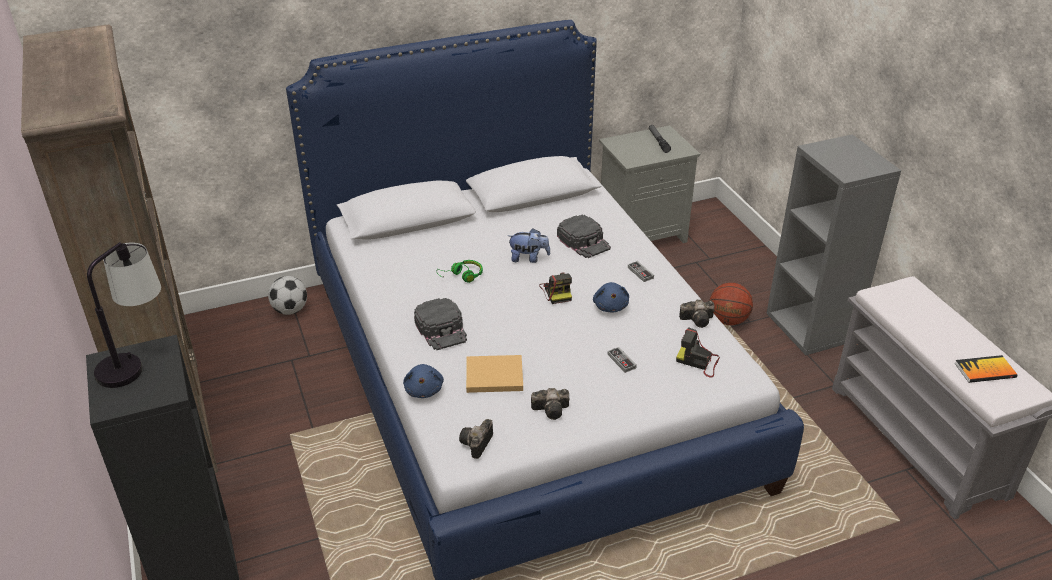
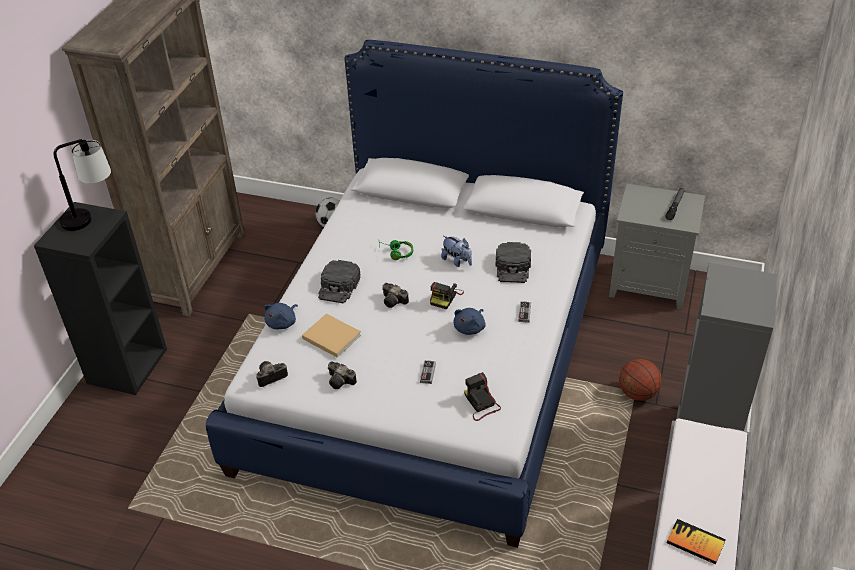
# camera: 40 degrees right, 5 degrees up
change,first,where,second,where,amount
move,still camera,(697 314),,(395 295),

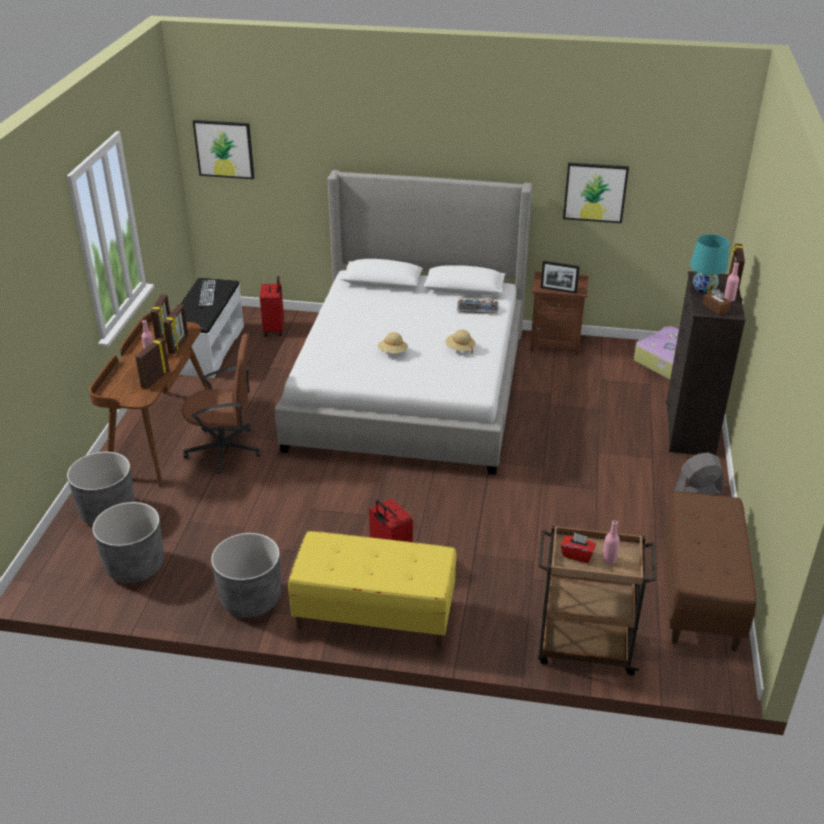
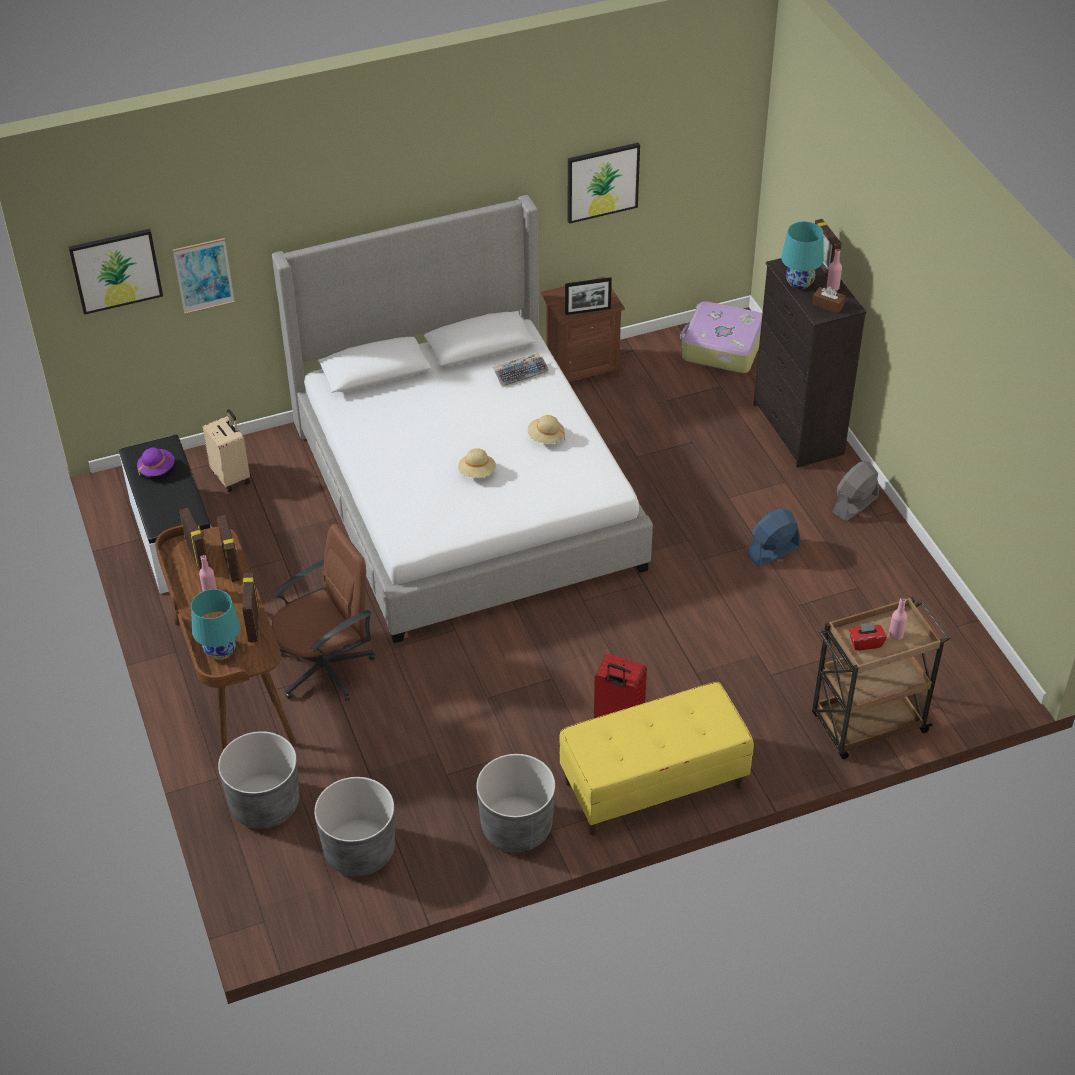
# camera: 30 degrees left, 10 degrees up
change,first,where,second,where,amount
recolor,red piece of luggage,(272 306),beige-coloured piece of luggage,(226 450),
replace,PC keyboard,(207 293),purple hat,(155 462),
delete,brownish indoor bench,(710 571),,,
insert,,,picture,(204 276),
insert,,,bluish electric fan,(774 538),
insert,,,blue-green table lamp,(215 624),

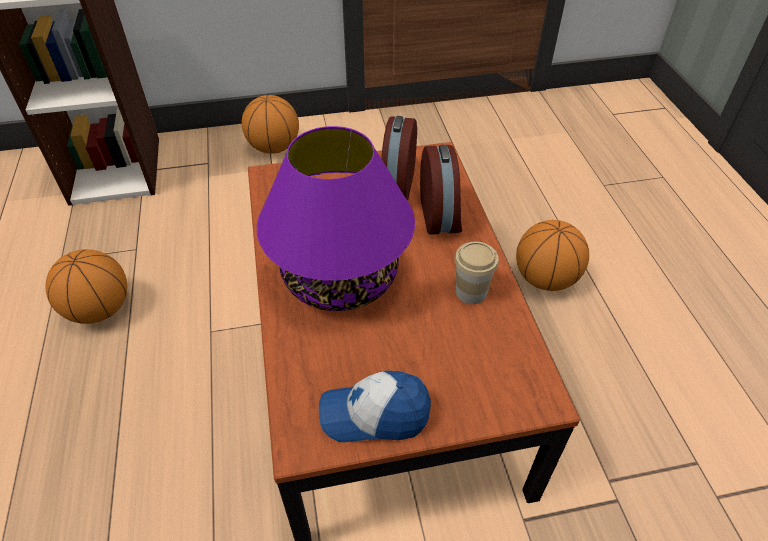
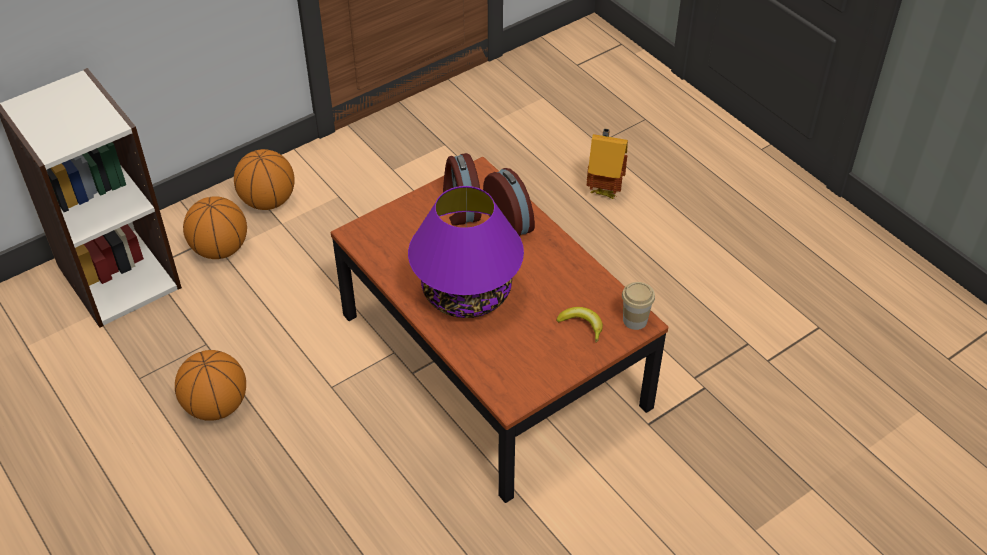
# camera: 25 degrees left, 0 degrees up
change,first,where,second,where,amount
move,basketball,(552 255),,(215 227),
move,small cup,(476 273),,(638 306),
delete,baseball cap,(375 406),,,
insert,,,miniature house,(607 163),
insert,,,banana fruit,(579 325),

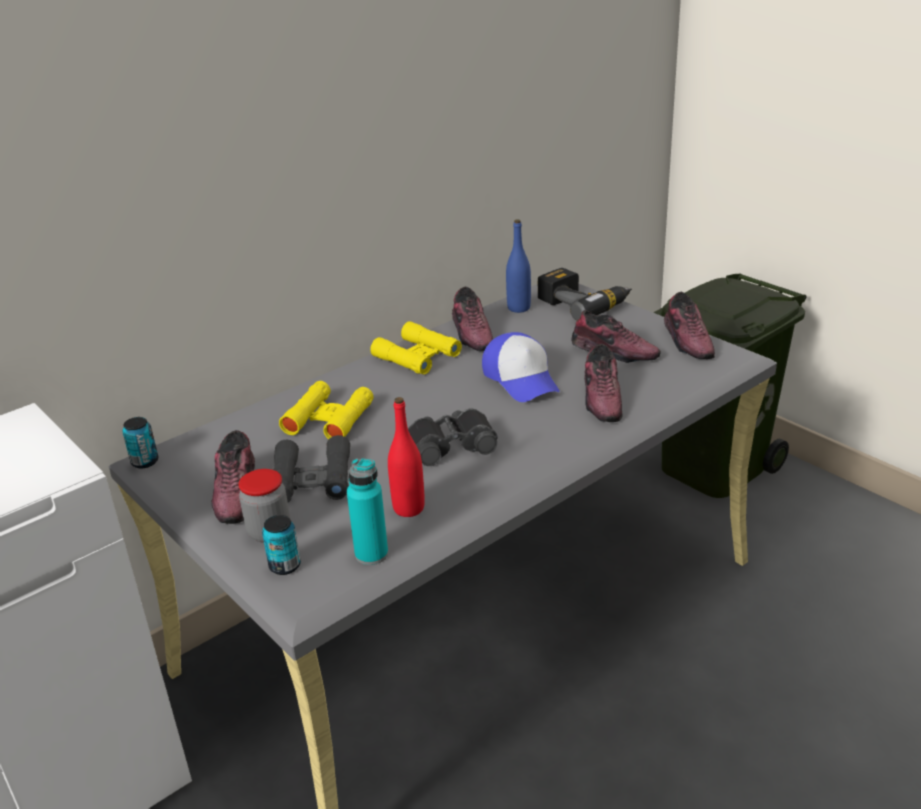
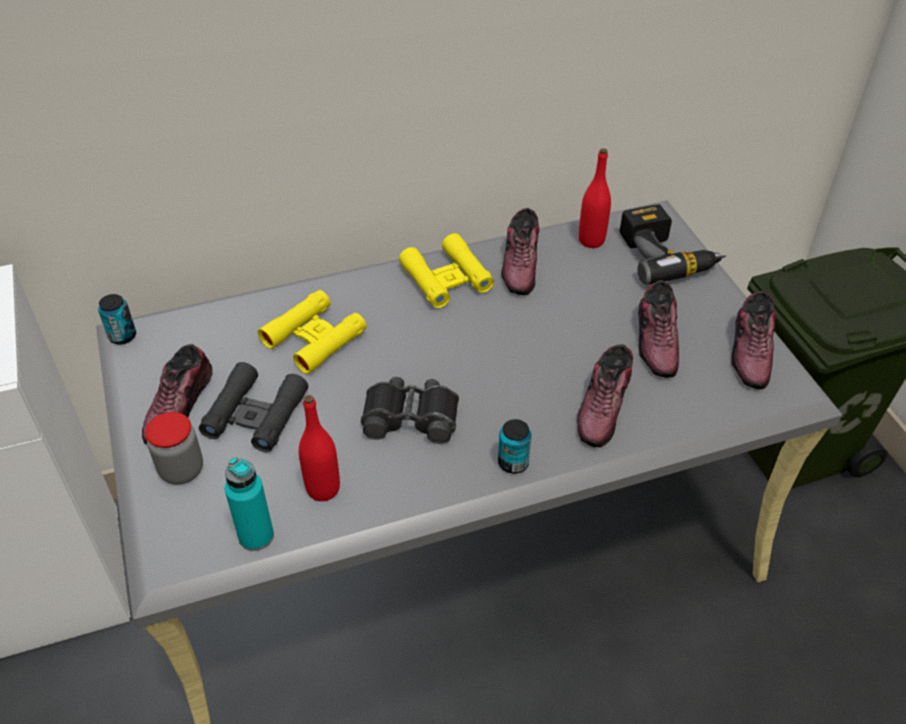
# camera: 20 degrees right, 15 degrees up
change,first,where,second,where,amount
recolor,bluish drink bottle,(518 266),red drink bottle,(595 198),
rotate,item of footwear,(616 336),,(658 329),45 degrees clockwise
delete,baseball cap,(521 367),,,
move,sealed can,(281 545),,(515 446),

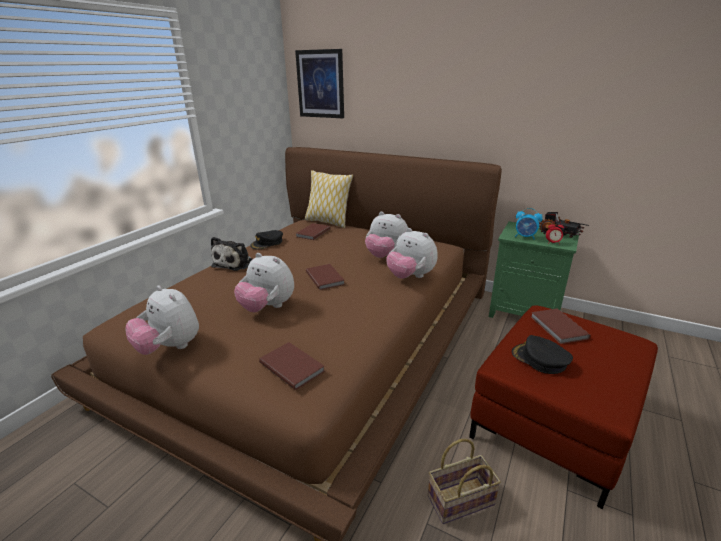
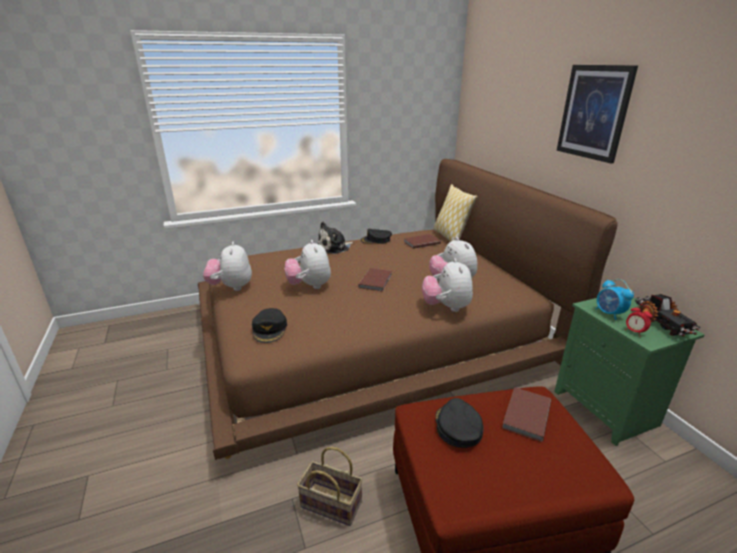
# camera: 40 degrees right, 0 degrees up
change,first,where,second,where,amount
move,picture,(319 83),,(597 114),
replace,brownish book,(292 366),blackish baseball cap,(269 325),

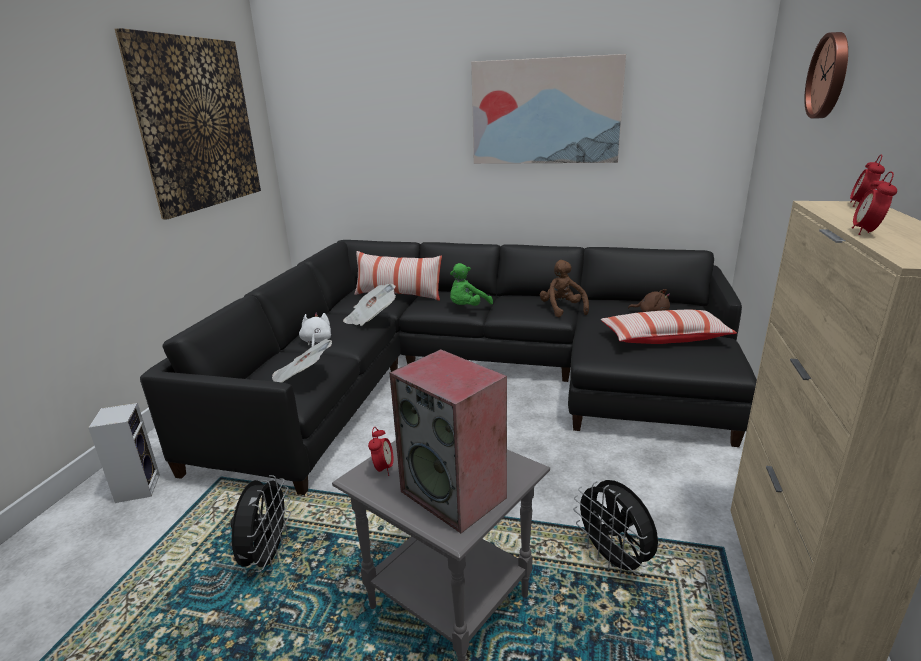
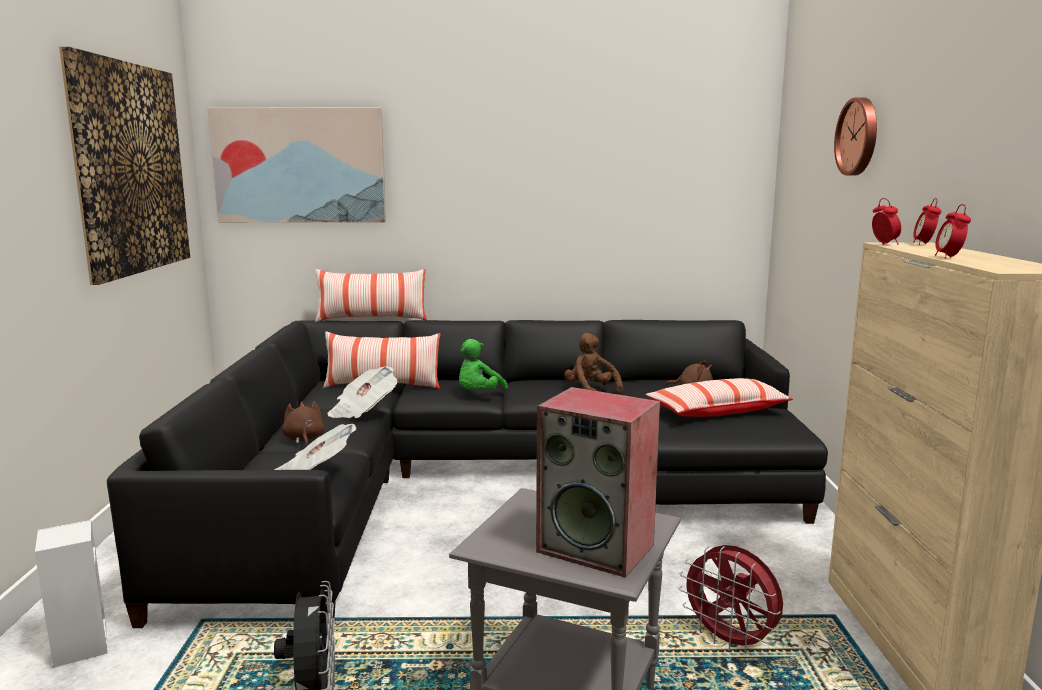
# camera: 15 degrees left, 10 degrees down
change,first,where,second,where,amount
move,picture,(548 109),,(297 165),
recolor,white-coloured cuddly toy,(315 329),brownish cuddly toy,(303 424),
move,alarm clock,(380 451),,(886 221),
recolor,blackish electric fan,(615 528),red electric fan,(731 599),
insert,,,throw pillow,(371 295),

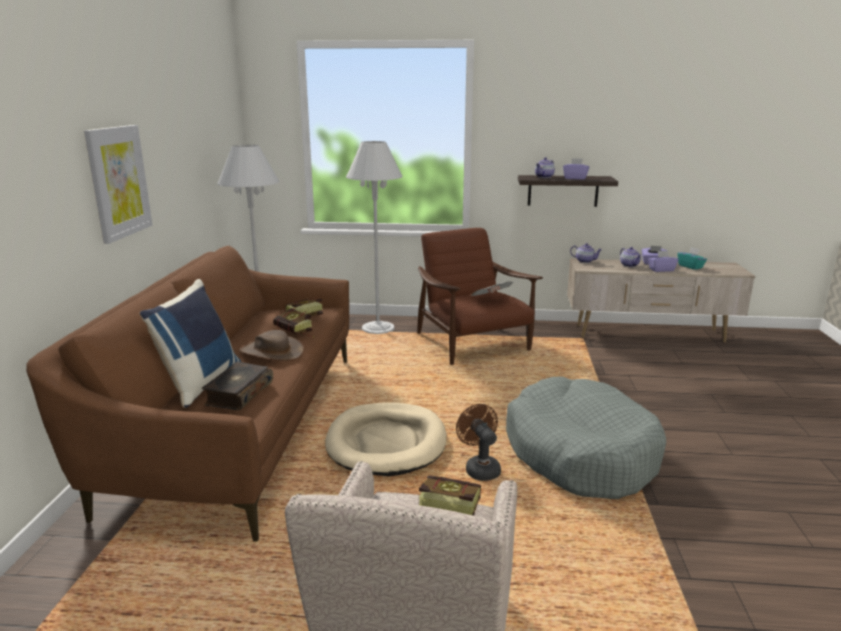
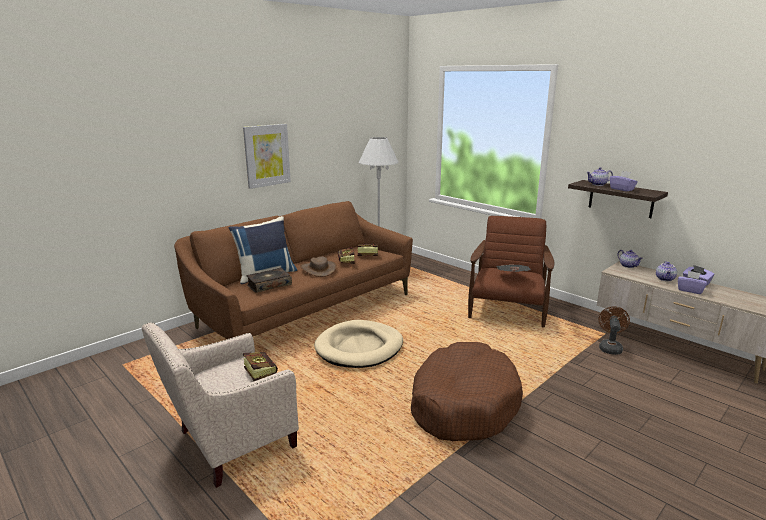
# camera: 40 degrees right, 0 degrees up
change,first,where,second,where,amount
delete,white-coloured floor lamp,(374 237),,,
delete,blue-green tissue box,(692 258),,,
recolor,grey dog cushion,(586 437),brownish dog cushion,(467 391),
move,brownish electric fan,(478 442),,(614 330),

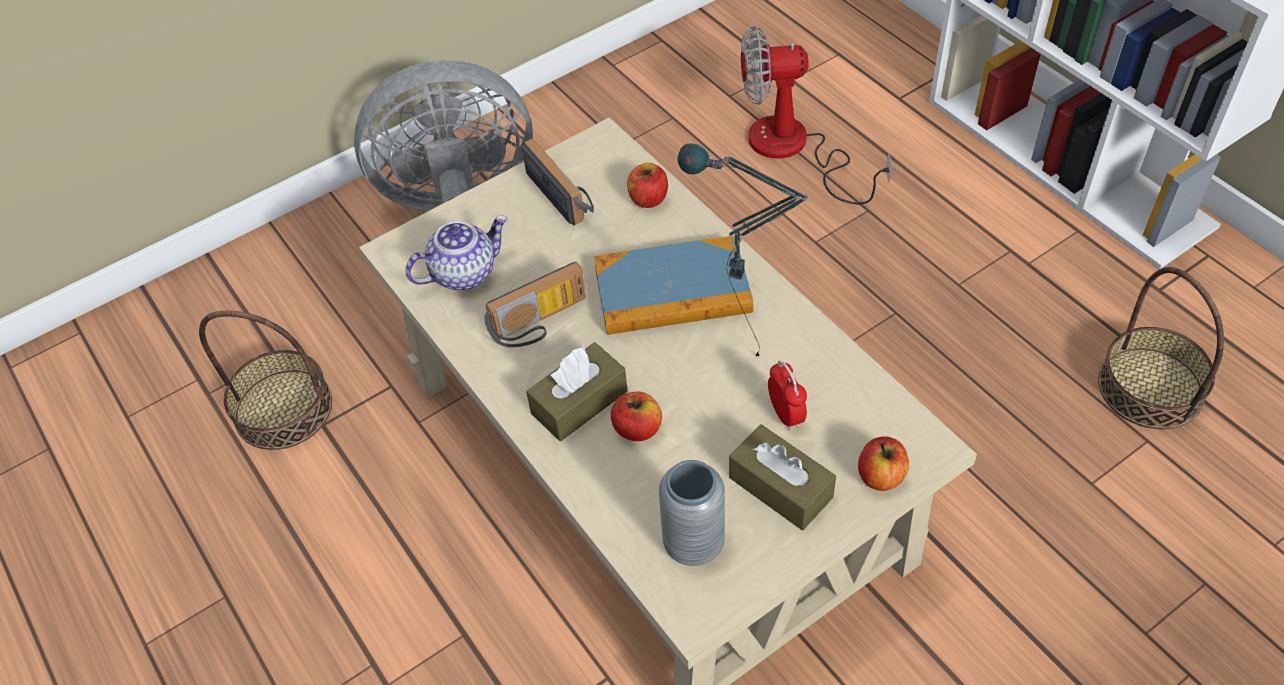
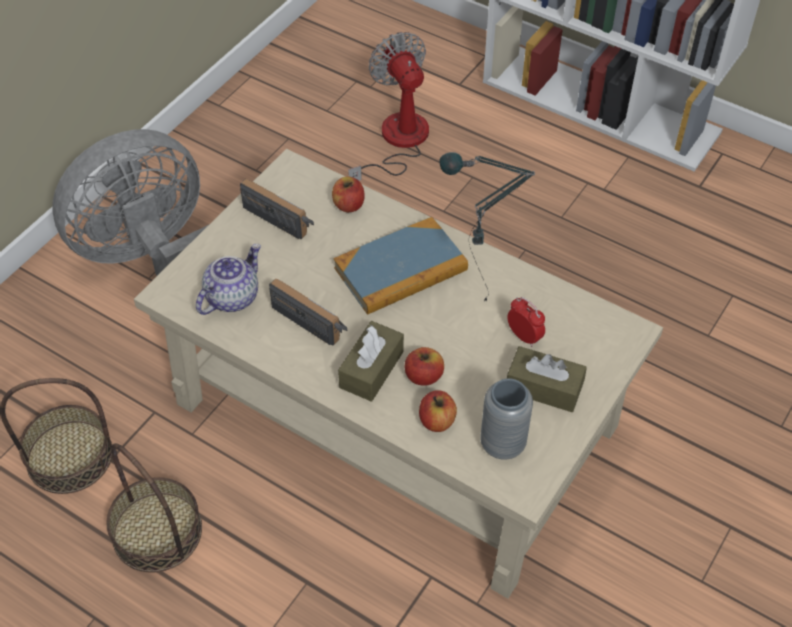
# camera: 25 degrees left, 0 degrees up
change,first,where,second,where,amount
rotate,electric fan,(816 115),,(388 106),90 degrees clockwise
rotate,radio receiver,(535 304),,(308 312),90 degrees counterclockwise
move,basket,(1161 348),,(154 508),
move,apple,(883 463),,(438 411),

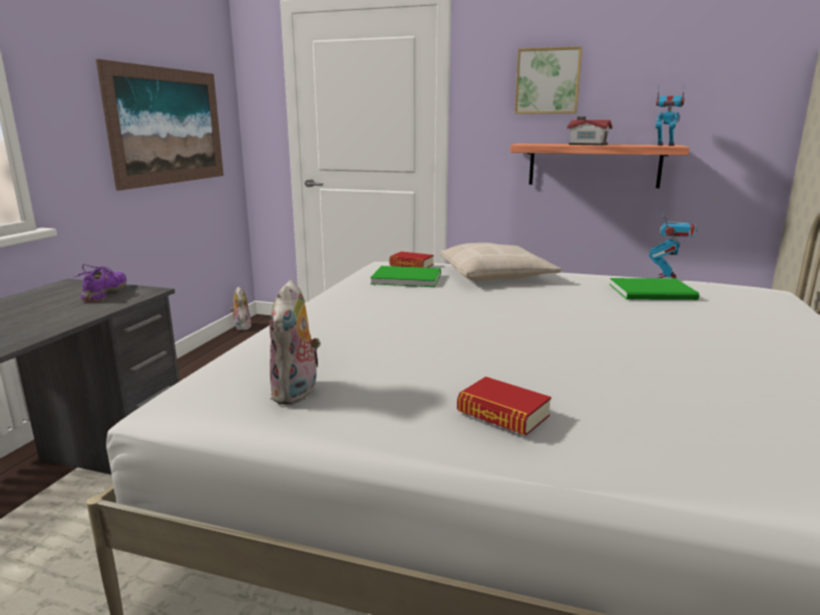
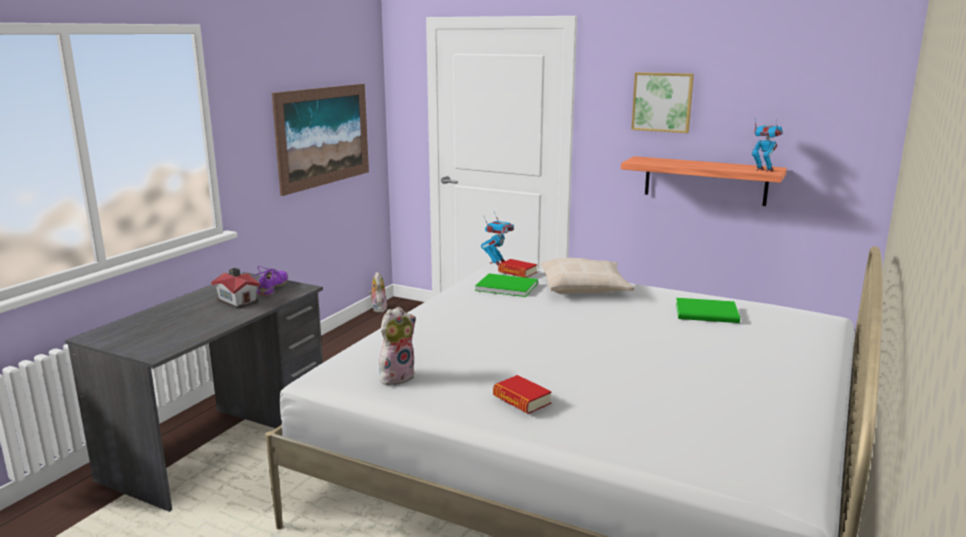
# camera: 10 degrees right, 0 degrees up
change,first,where,second,where,amount
move,miniature house,(589 131),,(235 288),
move,robot figure,(673 243),,(497 239),
rotate,cuddly toy,(295 342),,(397 346),150 degrees counterclockwise

